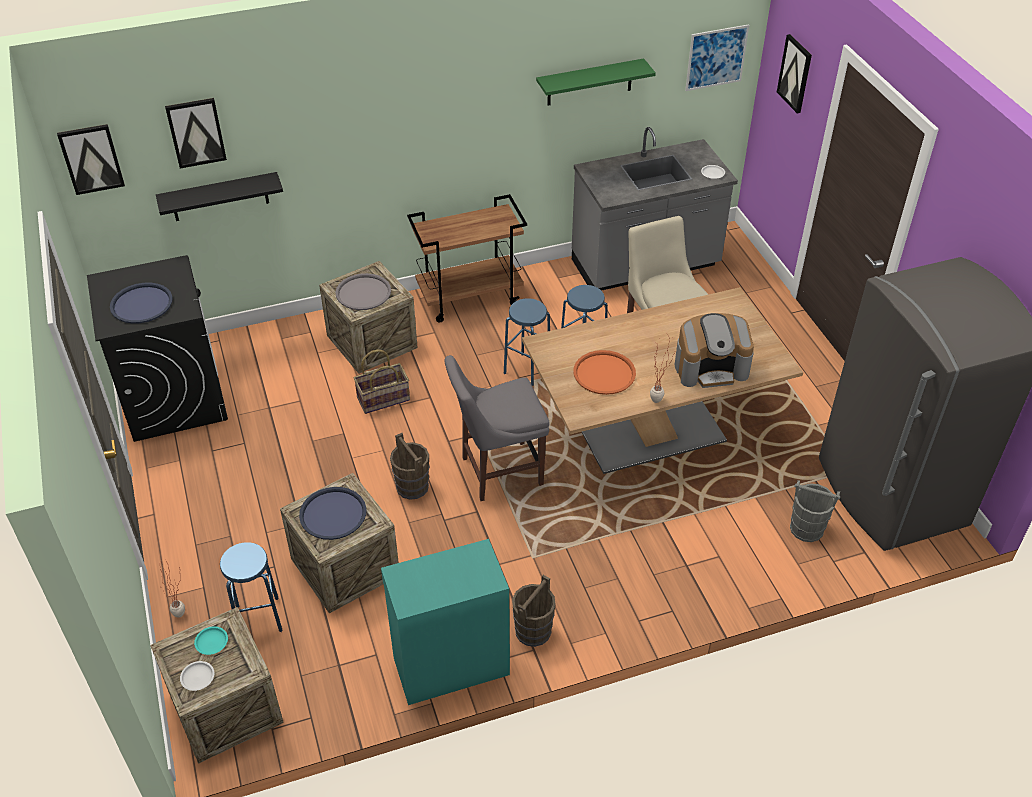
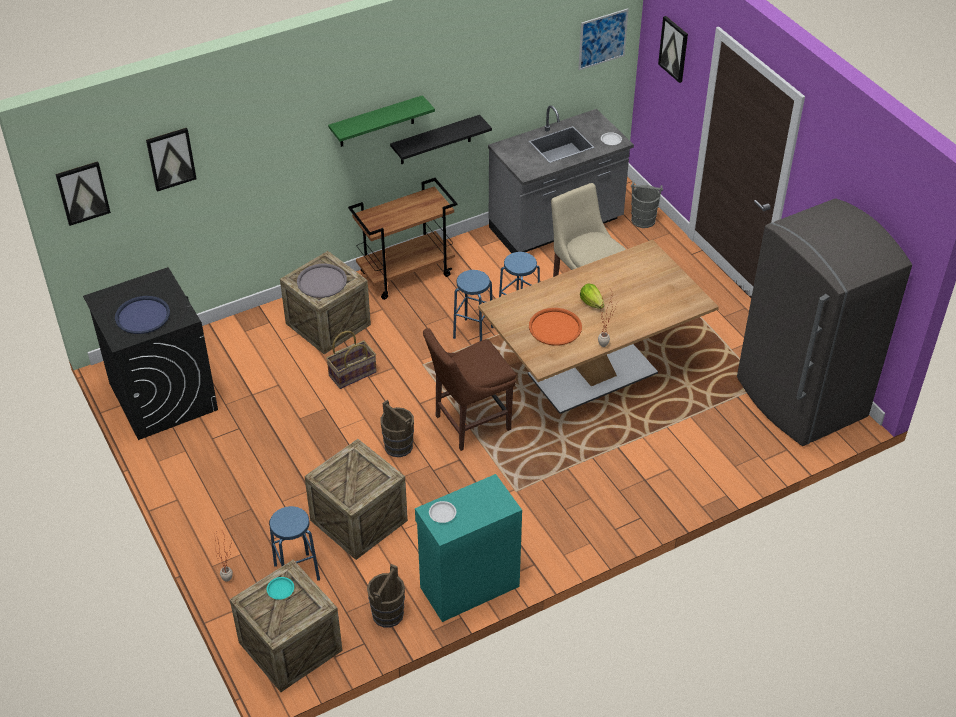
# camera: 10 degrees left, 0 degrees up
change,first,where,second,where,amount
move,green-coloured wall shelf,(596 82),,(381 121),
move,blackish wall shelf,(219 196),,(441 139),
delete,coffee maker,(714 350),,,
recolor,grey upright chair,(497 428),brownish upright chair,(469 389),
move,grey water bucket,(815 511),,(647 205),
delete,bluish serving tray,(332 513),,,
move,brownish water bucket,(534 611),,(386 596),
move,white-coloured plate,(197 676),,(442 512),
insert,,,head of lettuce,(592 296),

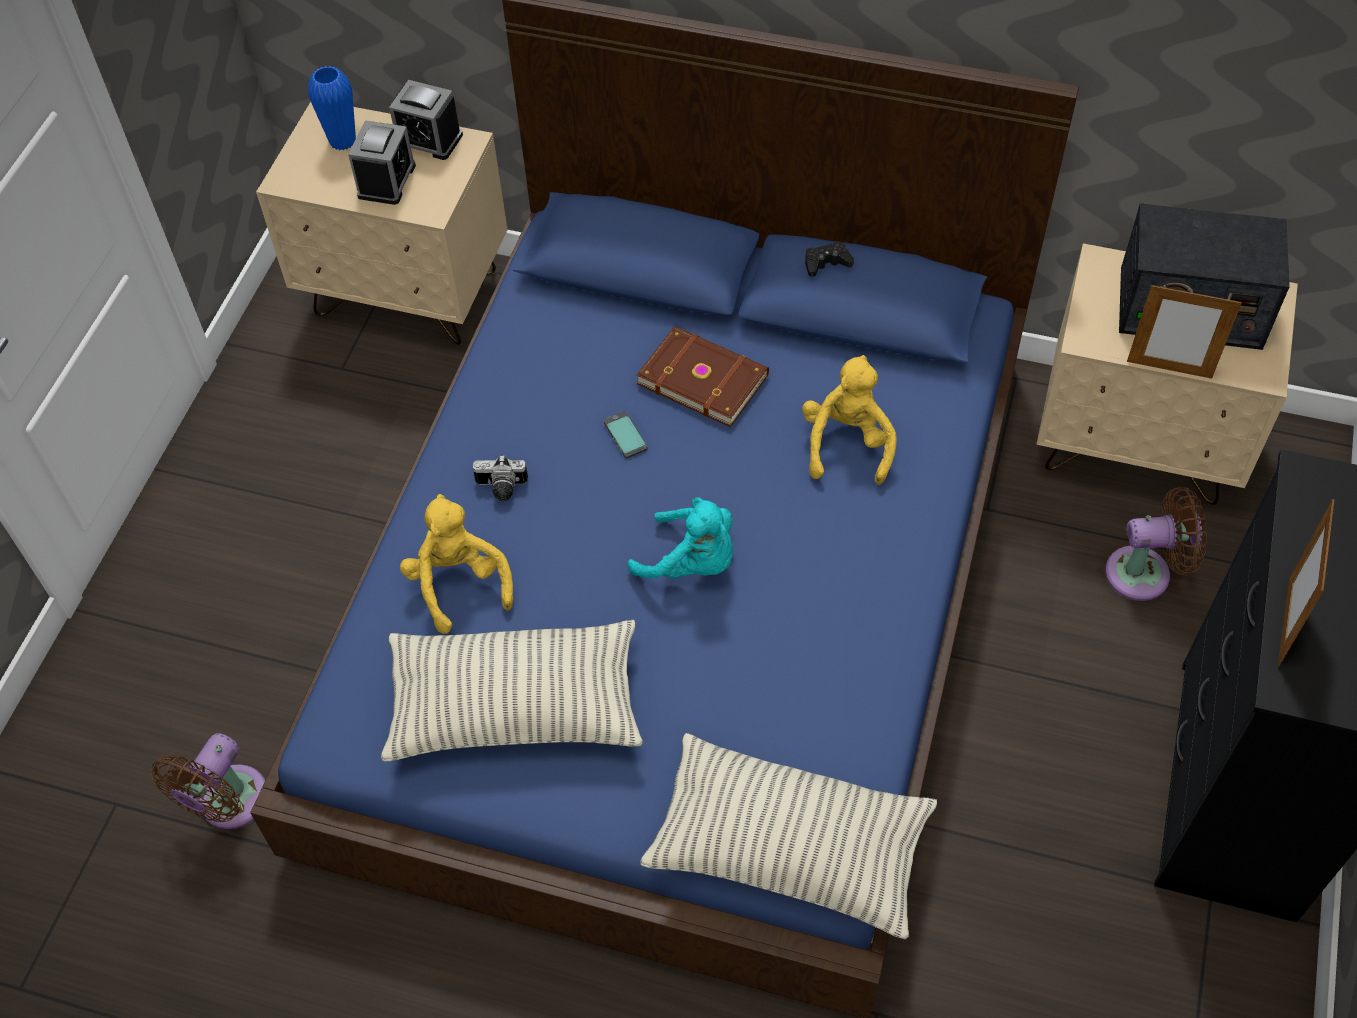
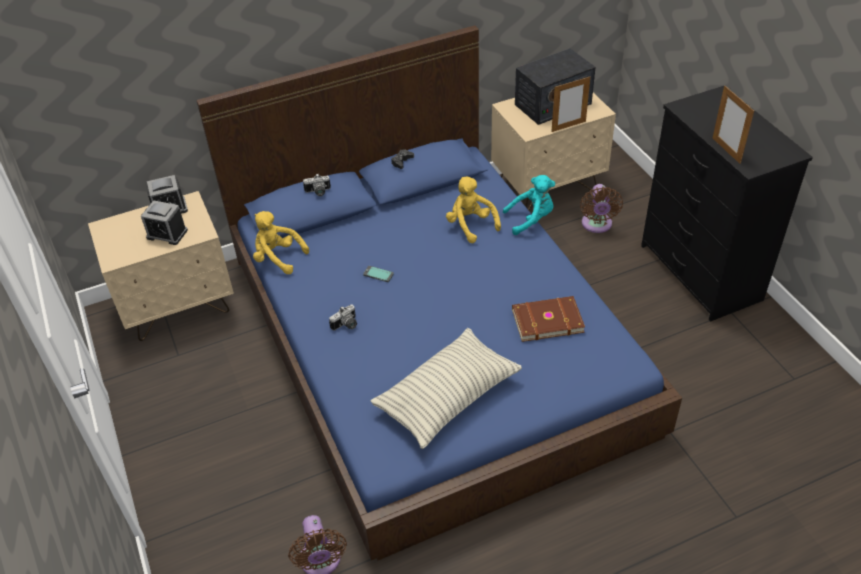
# camera: 40 degrees left, 10 degrees down
change,first,where,second,where,amount
delete,bluish flower vase,(332 108),,,
rotate,alarm clock,(382 163),,(164 222),135 degrees clockwise
move,brownish book,(702 376),,(548 319),
rotate,brownish electric fan,(1156 544),,(601 208),135 degrees clockwise
move,yellow cuddly toy,(456 564),,(281 242),
move,blue-green cuddly toy,(680 537),,(529 205),
delete,throw pillow,(788 836),,,
insert,,,still camera,(317 185),

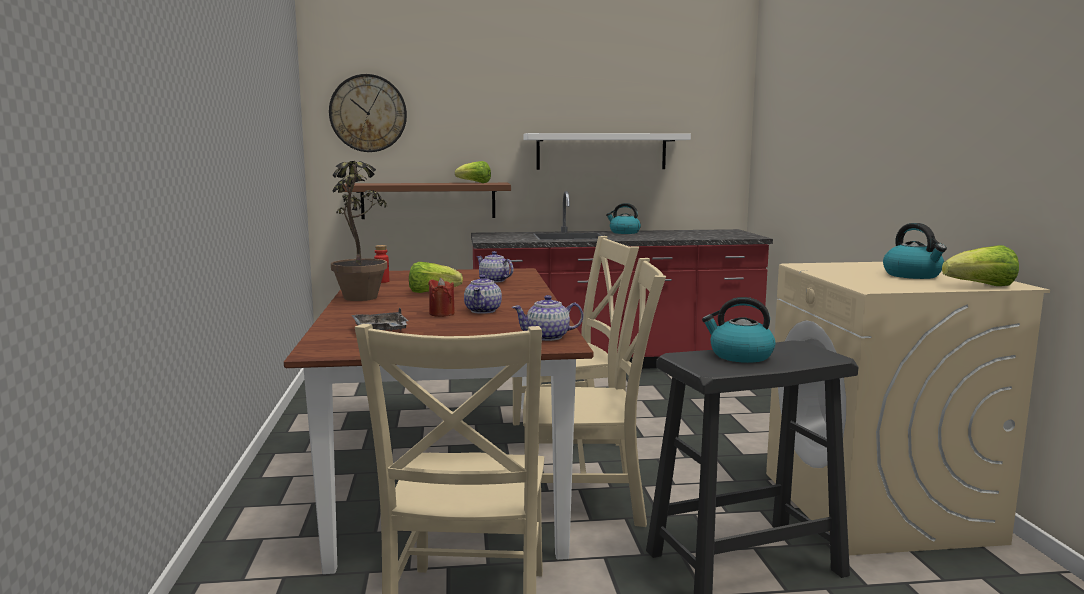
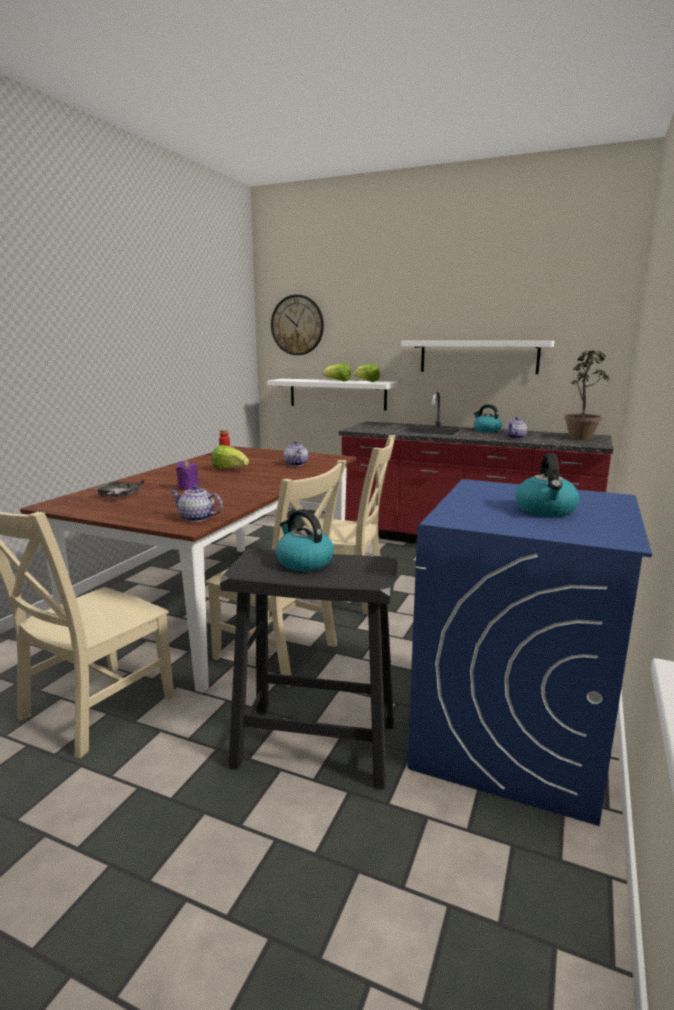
# camera: 30 degrees right, 5 degrees up
change,first,where,second,where,amount
move,houseplant,(359 231),,(587 395),
recolor,brownish wall shelf,(427 201),white-coloured wall shelf,(332 395),
move,head of lettuce,(980 265),,(337 372),
recolor,beige-coloured washing machine,(908 408),bluish washing machine,(529 652),
move,tea pot,(483 294),,(515 428),
recolor,red candle,(441 297),purple candle,(187 475),

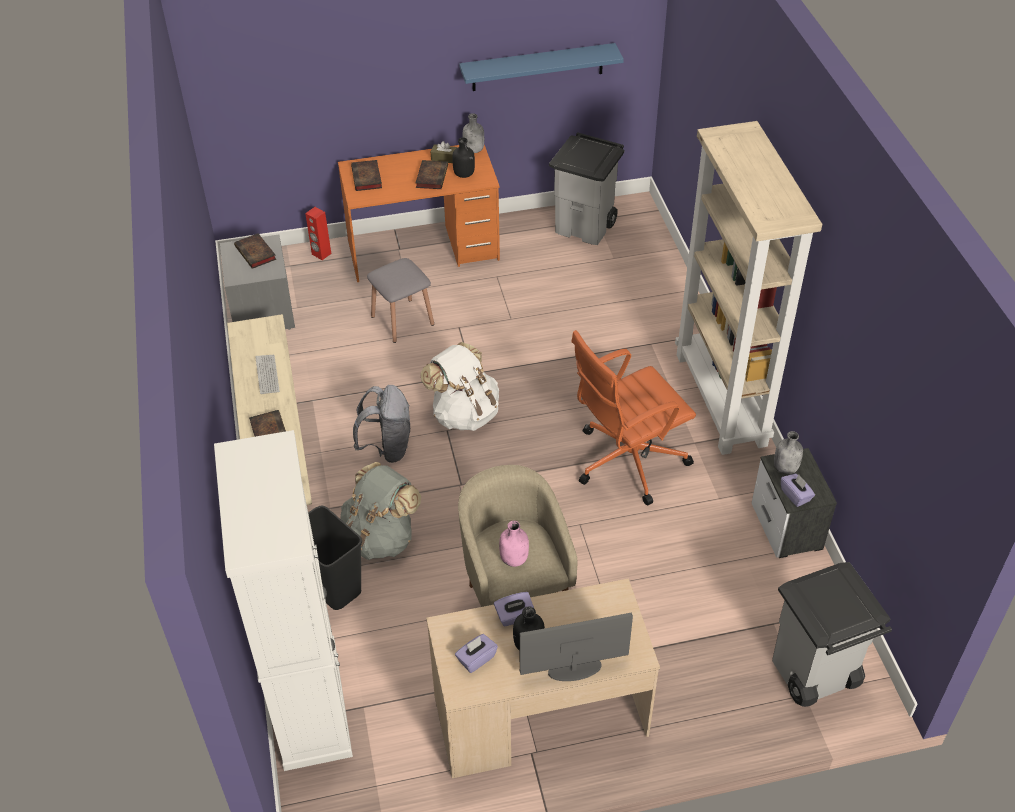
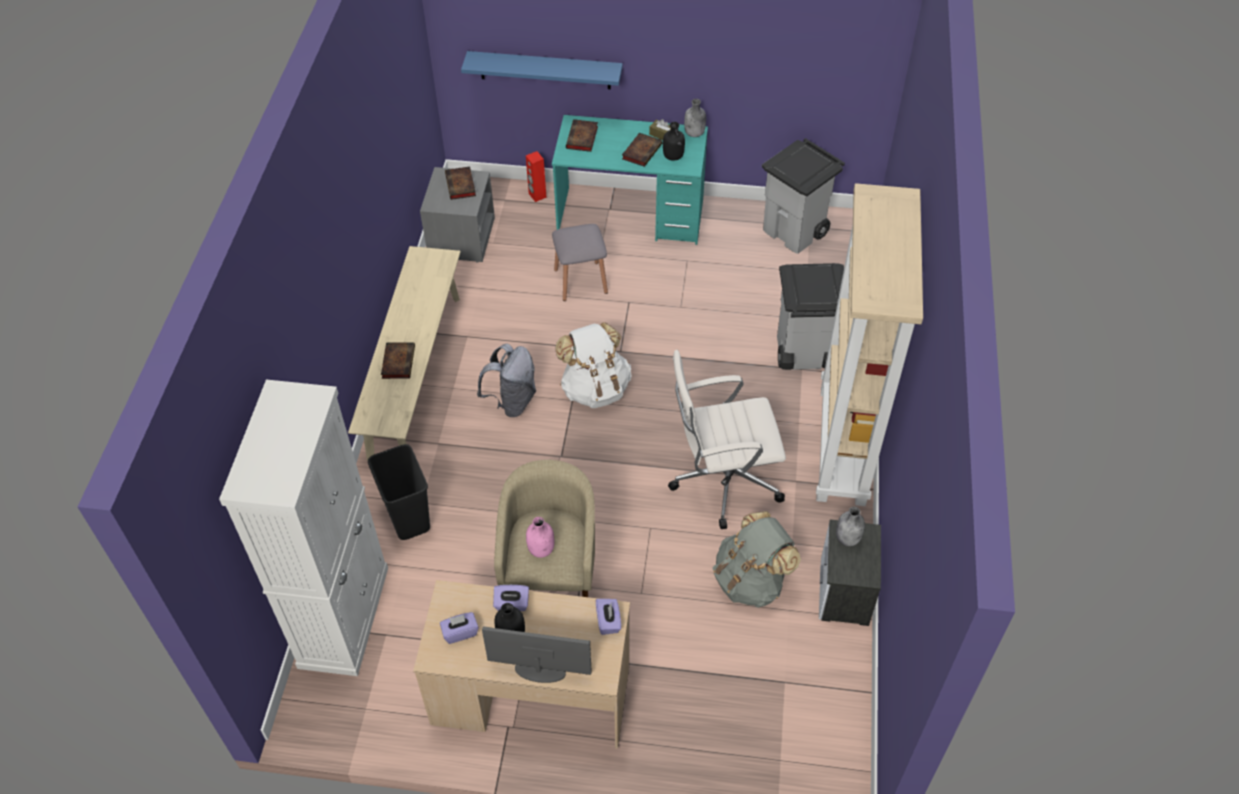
# camera: 20 degrees right, 5 degrees up
change,first,where,second,where,amount
move,bluish wall shelf,(541 67),,(542 70),
recolor,orange desk unit,(419 213),blue-green desk unit,(630 180),
recolor,orange desk chair,(633 417),white-coloured desk chair,(727 439),
delete,PC keyboard,(267 374),,,
move,grey knapsack,(380 511),,(757 559),
move,purple tissue box,(798 490),,(608 617),
move,grey waste bin,(832 634),,(810 316),

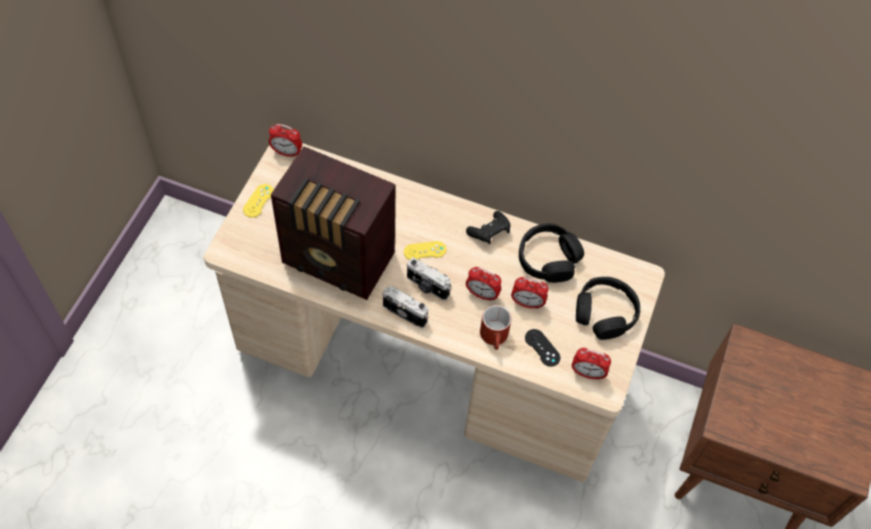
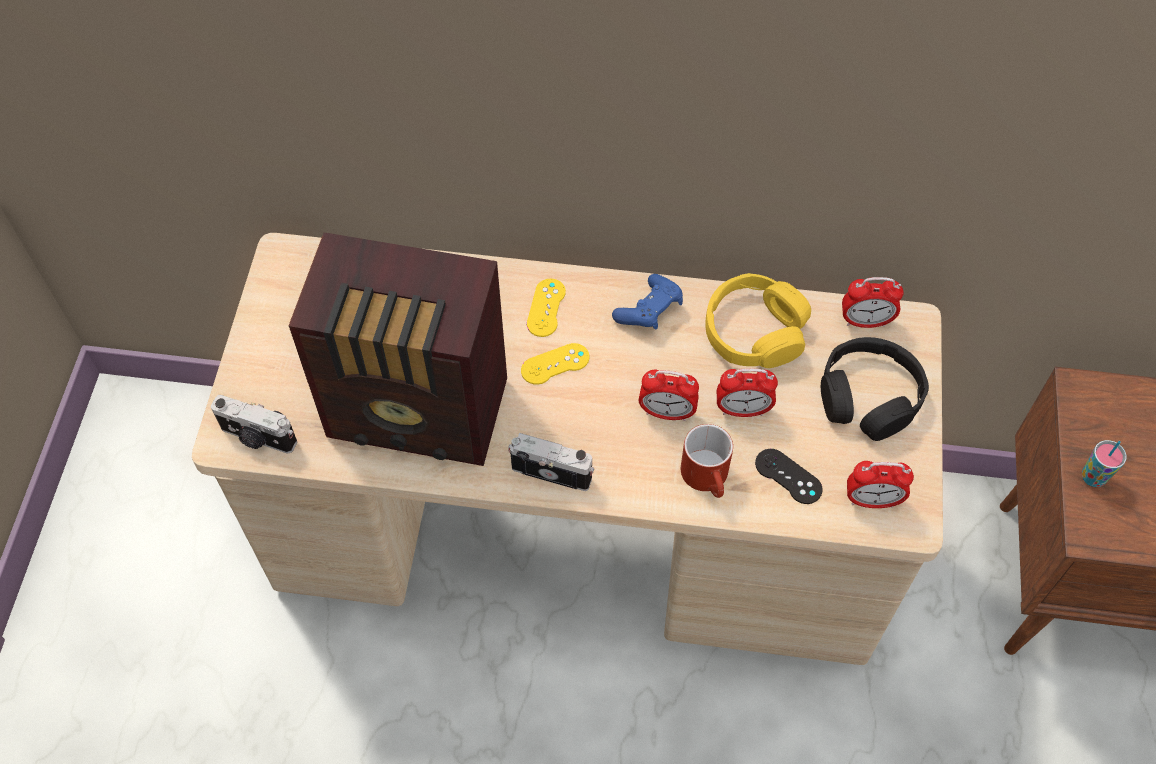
# camera: 10 degrees left, 0 degrees up
change,first,where,second,where,amount
move,alarm clock,(285 141),,(873 302),
move,yellow gamepad,(258 201),,(546 308),
recolor,blackish gamepad,(488 227),bluish gamepad,(647 301),
recolor,blackish headset,(551 253),yellow headset,(758 320),
move,still camera,(429 278),,(254 424),
insert,,,small cup,(1104 463),

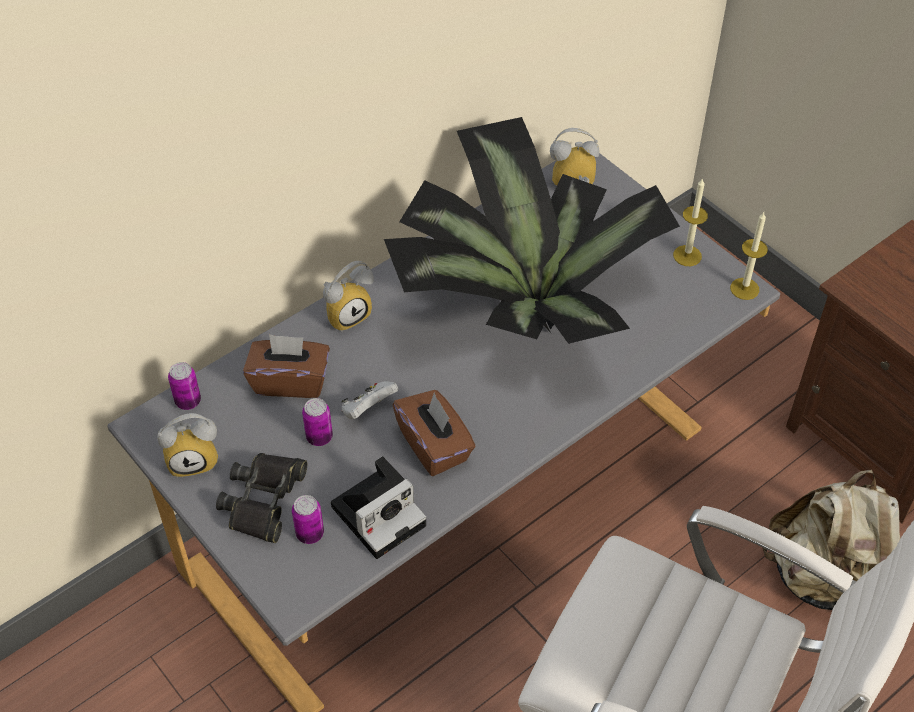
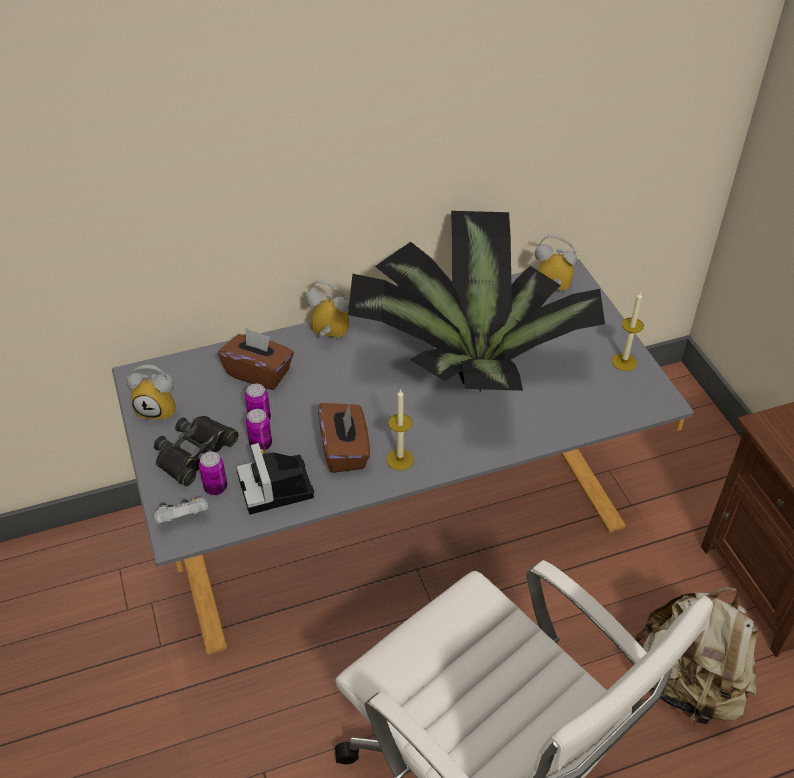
# camera: 20 degrees right, 5 degrees down
change,first,where,second,where,amount
move,candle,(749 256),,(400 429),
rotate,alarm clock,(348 296),,(327 310),150 degrees counterclockwise
move,sealed can,(184 386),,(259 430),
move,white-coloured gamepad,(369 400),,(181 510),
rotate,still camera,(378 507),,(275 479),90 degrees clockwise

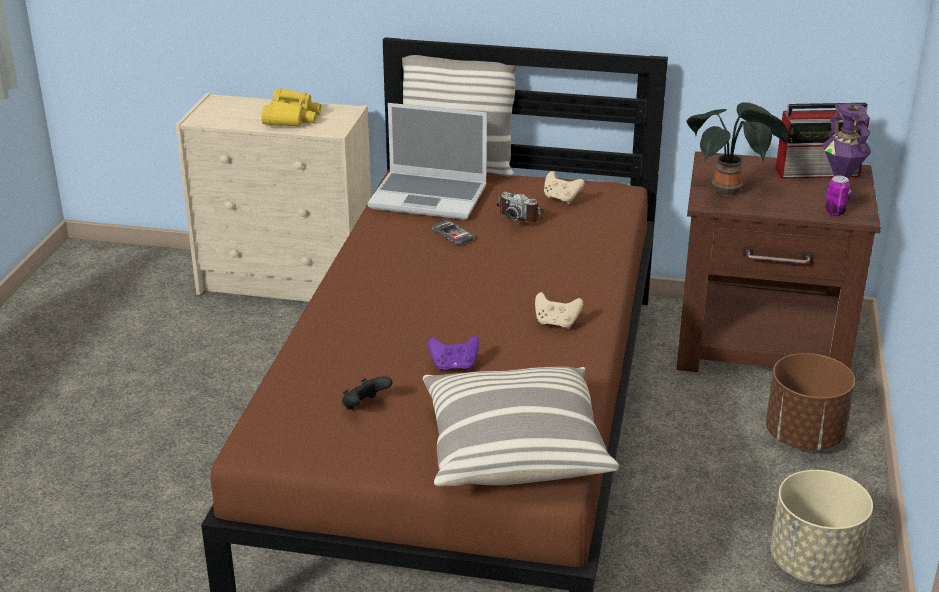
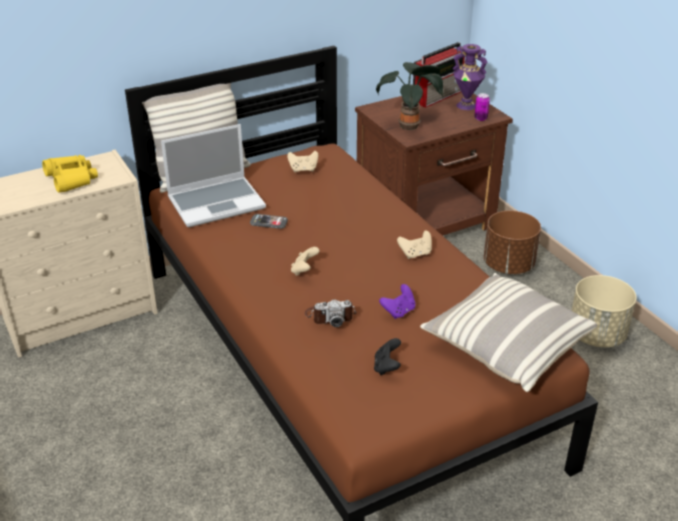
# camera: 40 degrees left, 5 degrees up
change,first,where,second,where,amount
move,still camera,(520 207),,(331 313),
insert,,,beige-coloured gamepad,(305 261),

